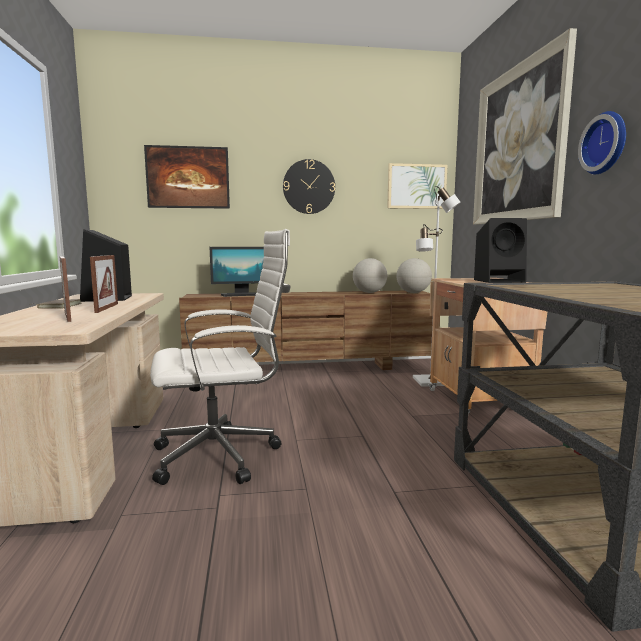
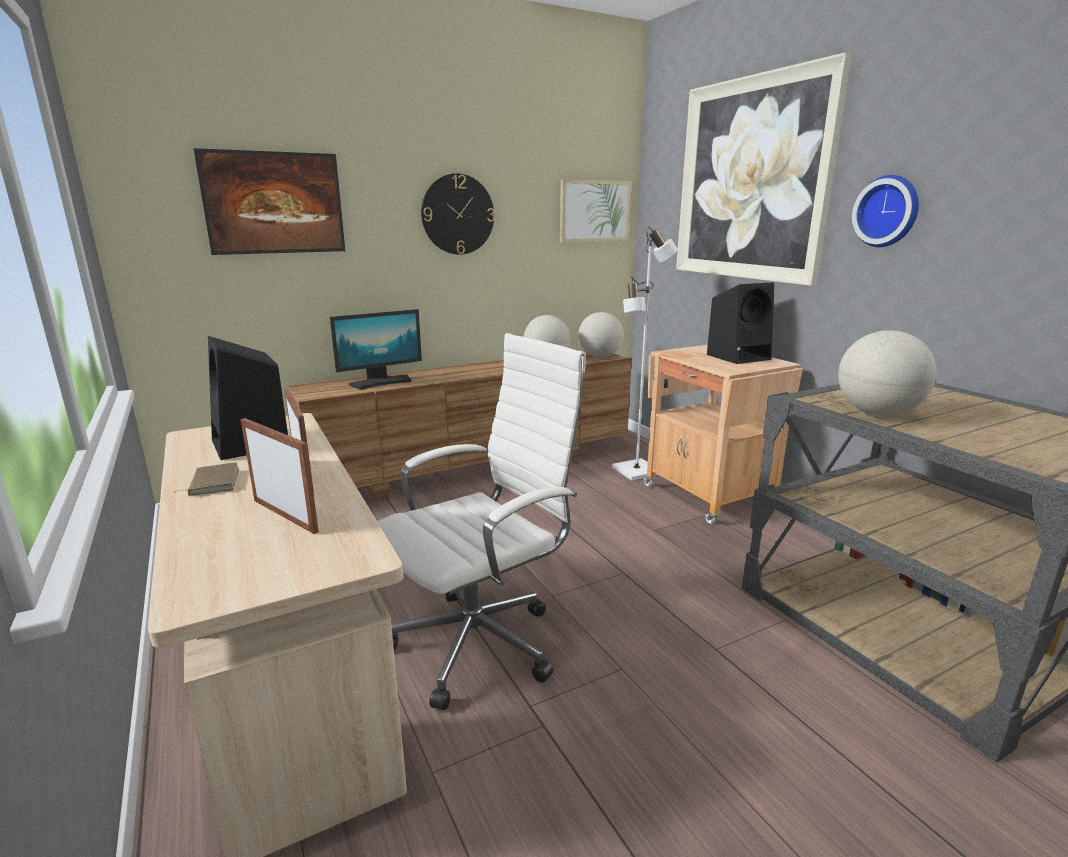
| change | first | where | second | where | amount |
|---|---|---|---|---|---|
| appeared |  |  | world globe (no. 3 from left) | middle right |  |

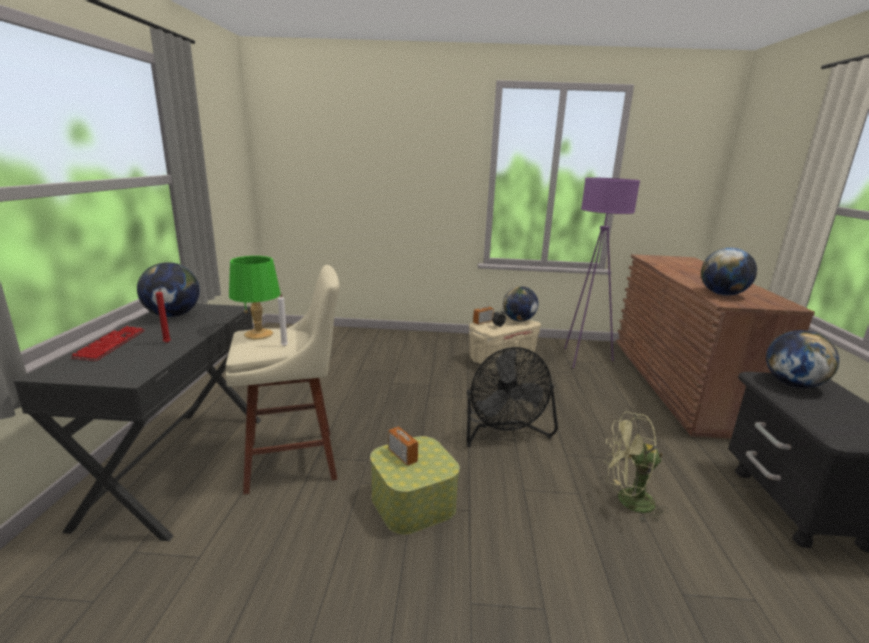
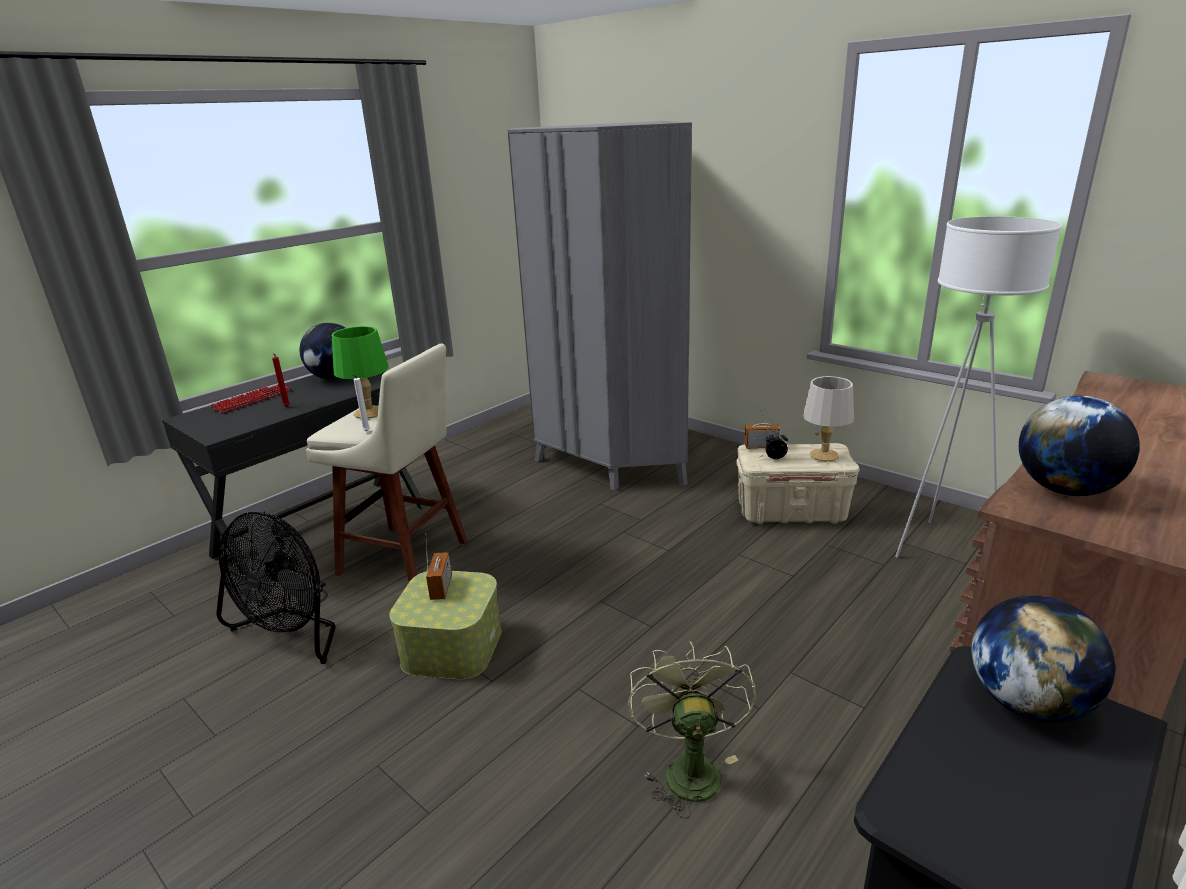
| change | first | where | second | where | amount |
|---|---|---|---|---|---|
| appeared |  |  | clothes cupboard in gray | centre |  |
| relocated | cooling fan in black | centre |  | middle left |  |
| exchanged | world globe (no. 2 from left) | centre | lamp for a table in gray | middle right |  |
| colour | standard lamp in purple | middle right | standard lamp in white | middle right |  |
| spun | cooling fan in green | bottom right |  | bottom centre | 45 degrees clockwise |

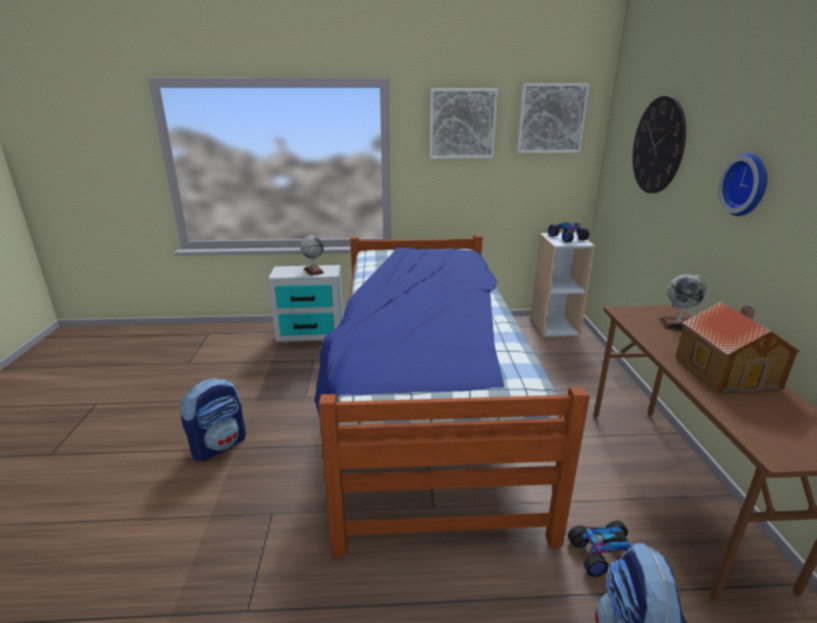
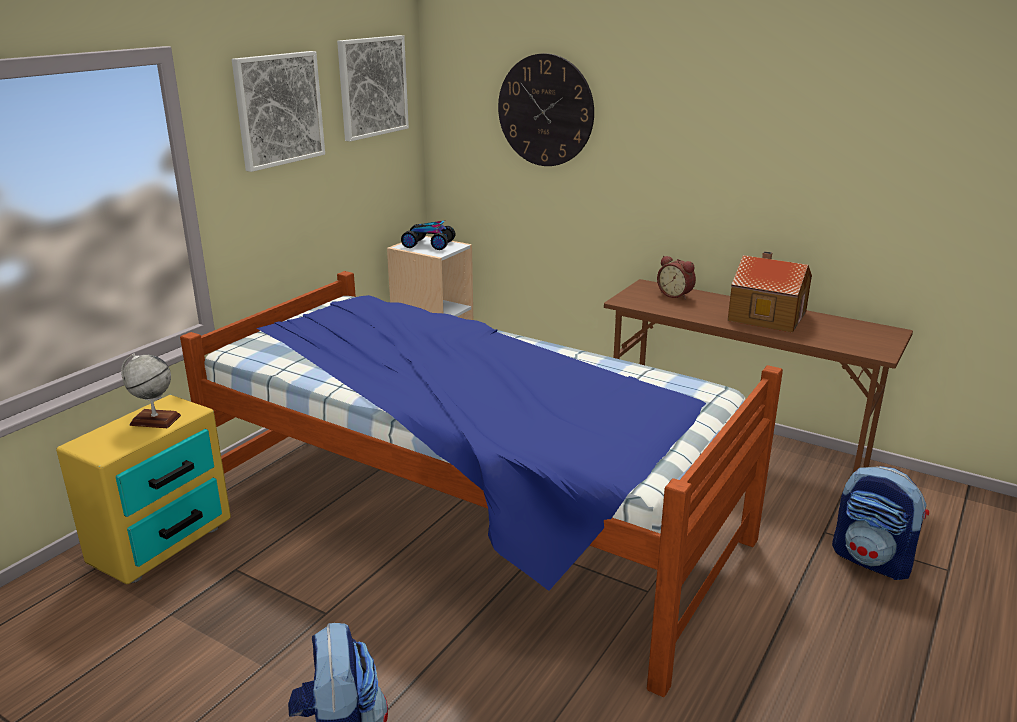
| change | first | where | second | where | amount |
|---|---|---|---|---|---|
| missing | toy car (no. 2 from left) | bottom right |  |  |  |
| missing | hanging clock (no. 2 from left) | top right |  |  |  |
| exchanged | world globe (no. 2 from left) | middle right | alarm clock | centre |  |
| colour | bedside table in white | centre | bedside table in yellowish | bottom left |  |

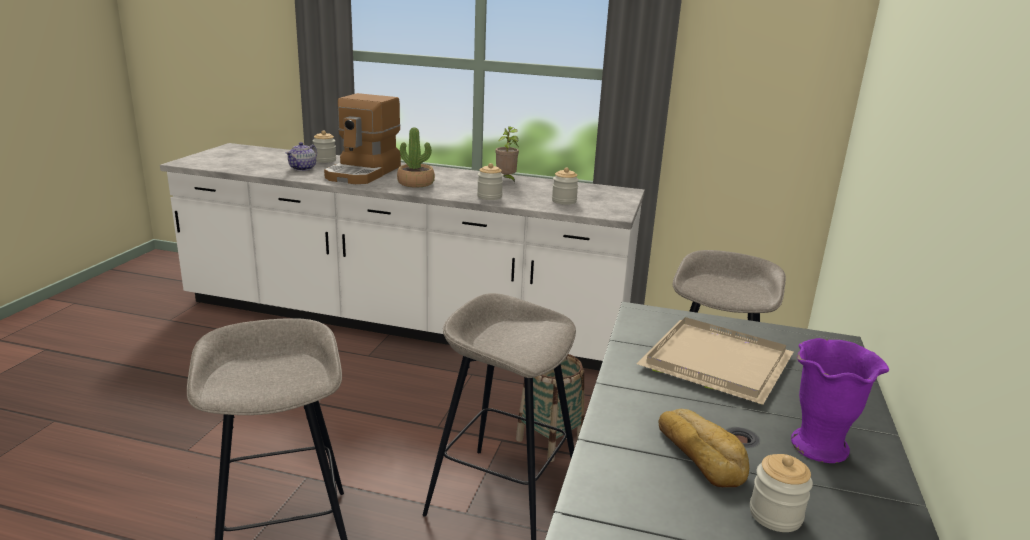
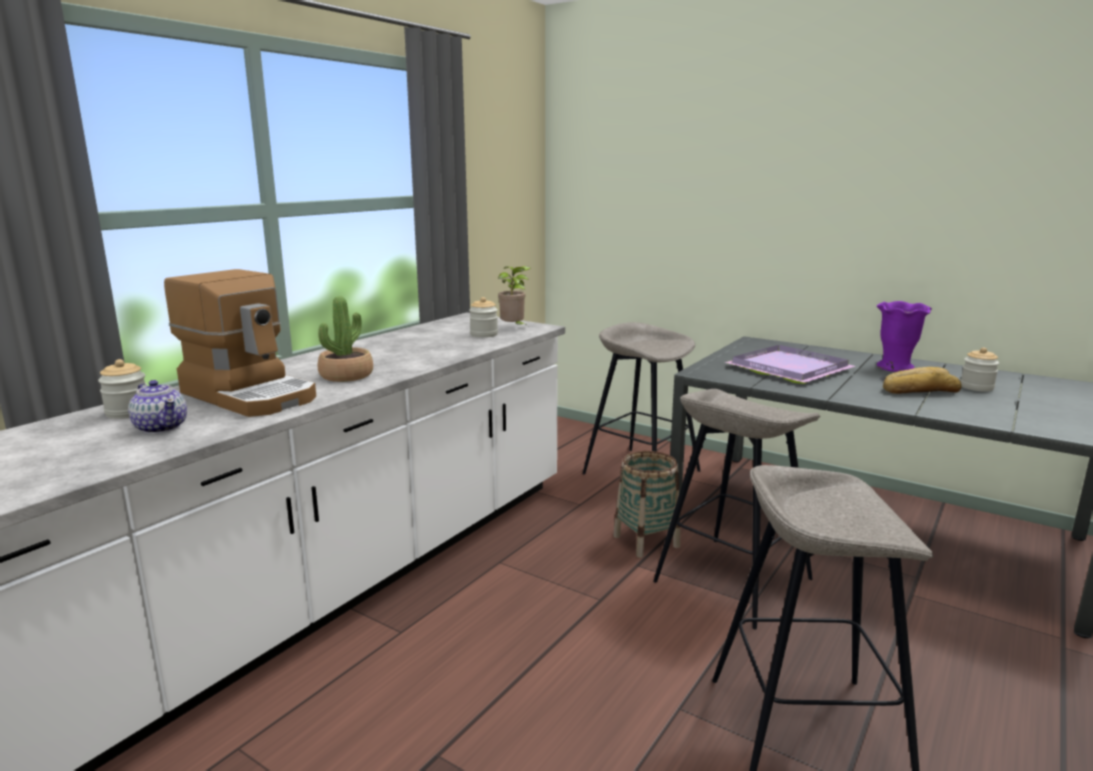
| change | first | where | second | where | amount |
|---|---|---|---|---|---|
| missing | preserve jar (no. 2 from left) | centre |  |  |  |
| relocated | potted plant (no. 2 from left) | top centre |  | centre |  |
| colour | carrying tray in beige-coloured | bottom right | carrying tray in purple | middle right |  |

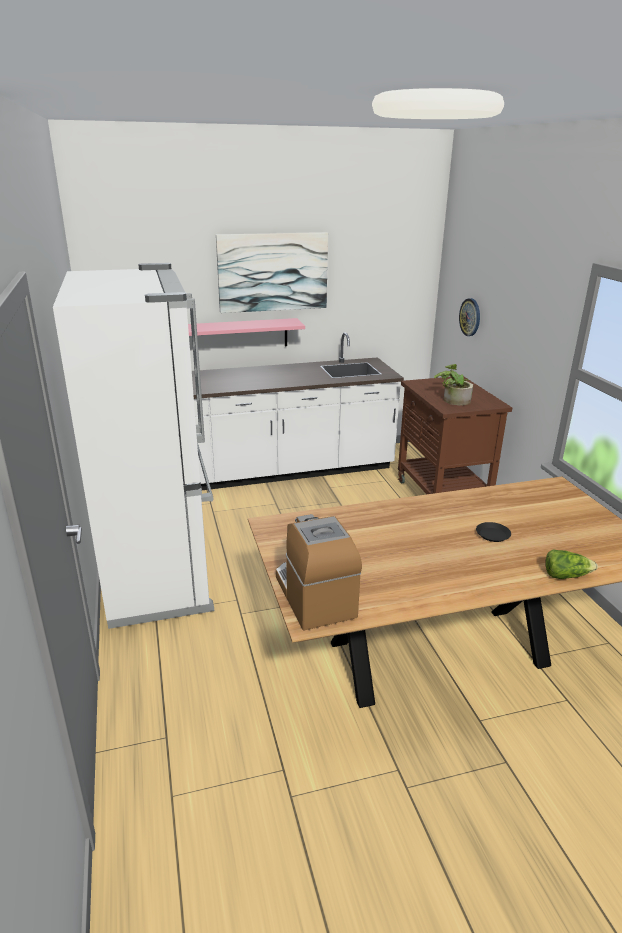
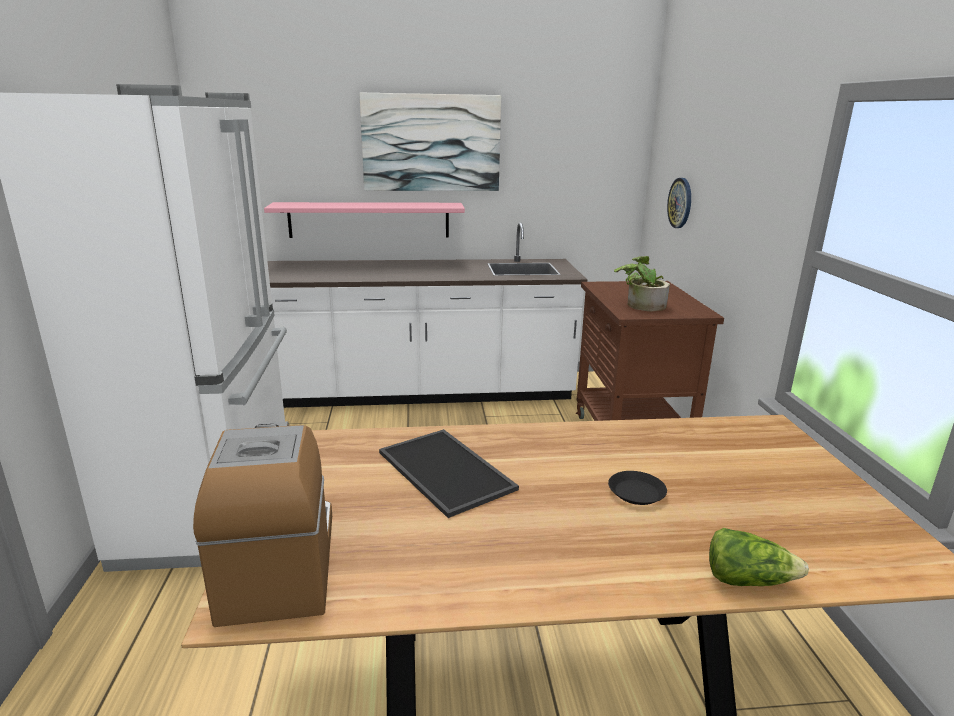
| change | first | where | second | where | amount |
|---|---|---|---|---|---|
| appeared |  |  | carrying tray | centre |  |

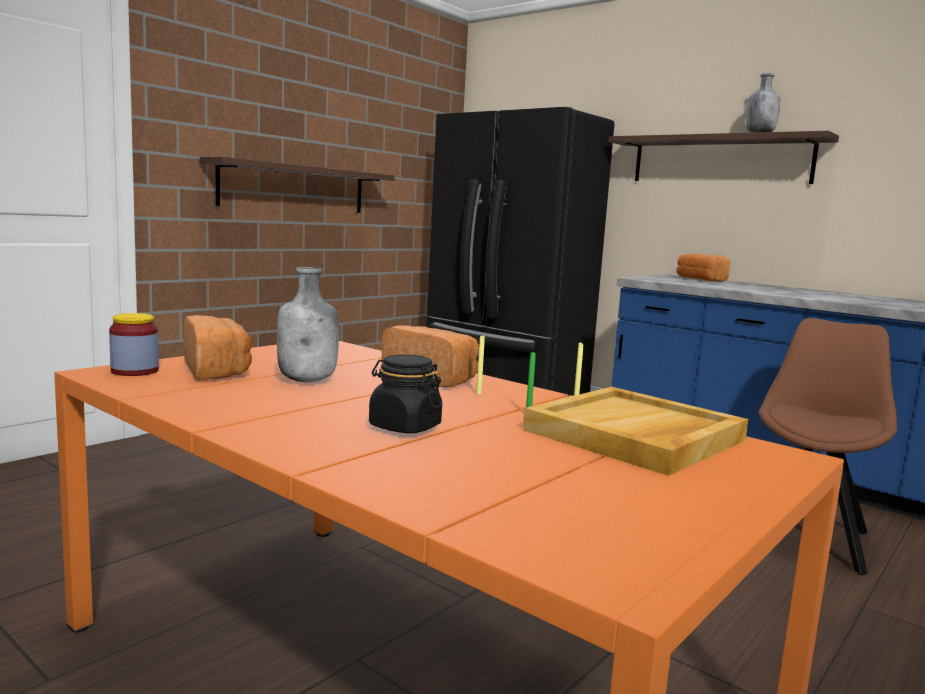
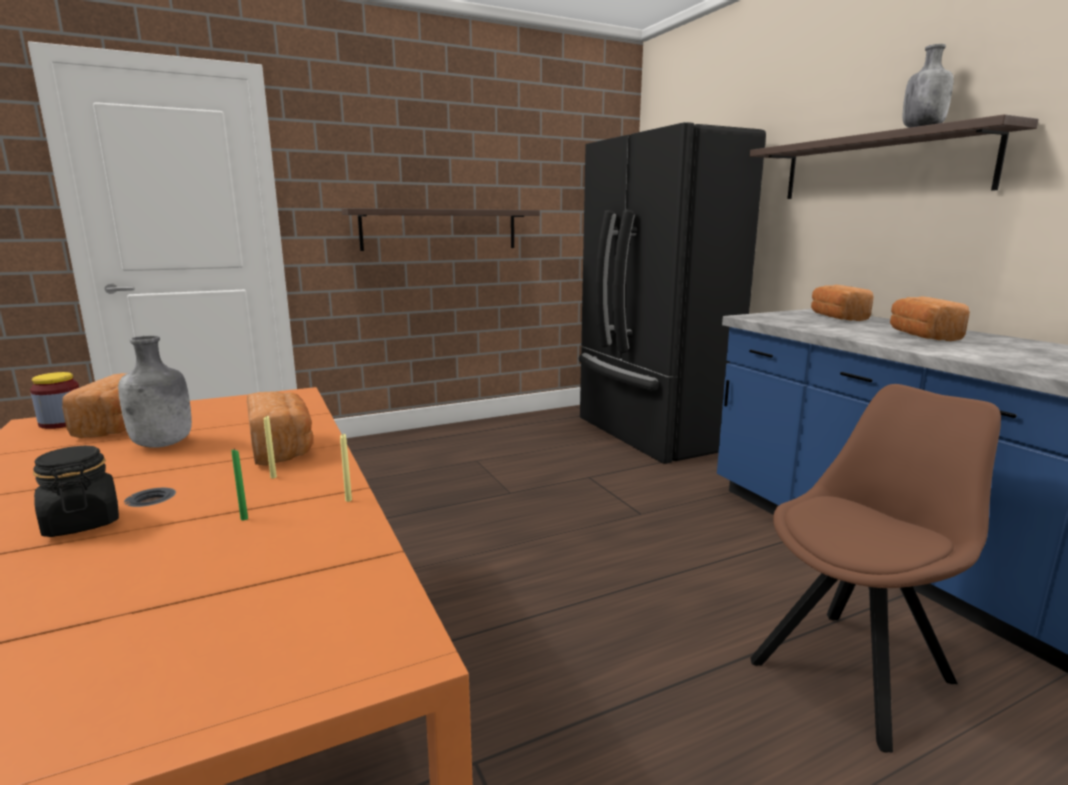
| change | first | where | second | where | amount |
|---|---|---|---|---|---|
| missing | carrying tray in beige-coloured | middle right |  |  |  |
| appeared |  |  | bread (no. 4 from left) | middle right |  |

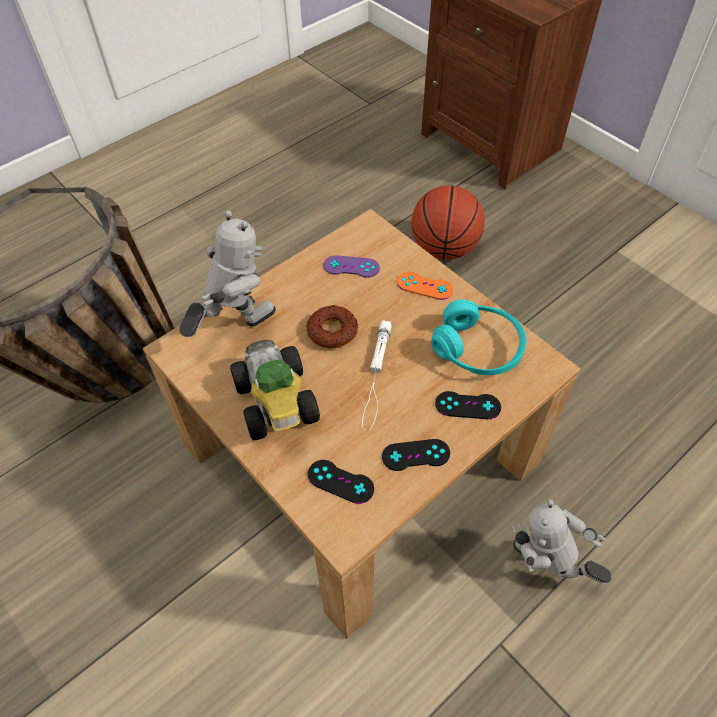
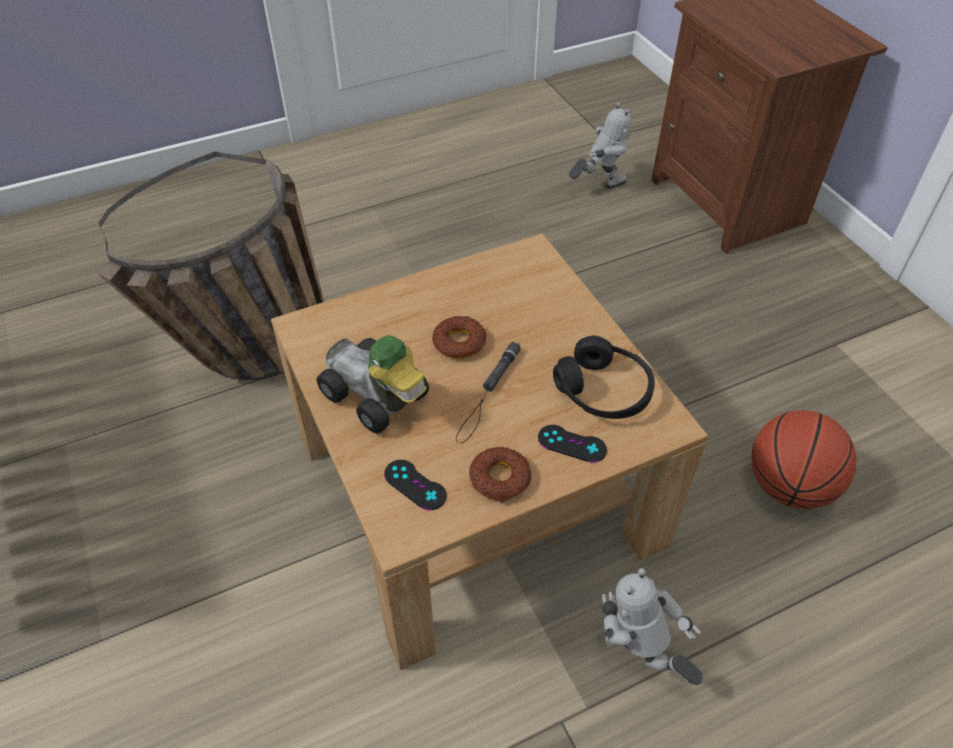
| change | first | where | second | where | amount |
|---|---|---|---|---|---|
| missing | game controller in purple | centre |  |  |  |
| missing | game controller in orangey | centre |  |  |  |
| relocated | toy robot (no. 1 from left) | middle left |  | top centre |  |
| relocated | basketball ball | top centre |  | middle right |  |
| exchanged | game controller in black (no. 2 from left) | centre | ring doughnut (no. 2 from left) | centre |  |
| colour | hand torch in white | centre | hand torch in black | centre |  |
| colour | headphones in blue-green | middle right | headphones in black | centre |  |
| spun | toy car | centre |  | centre | 45 degrees counterclockwise |

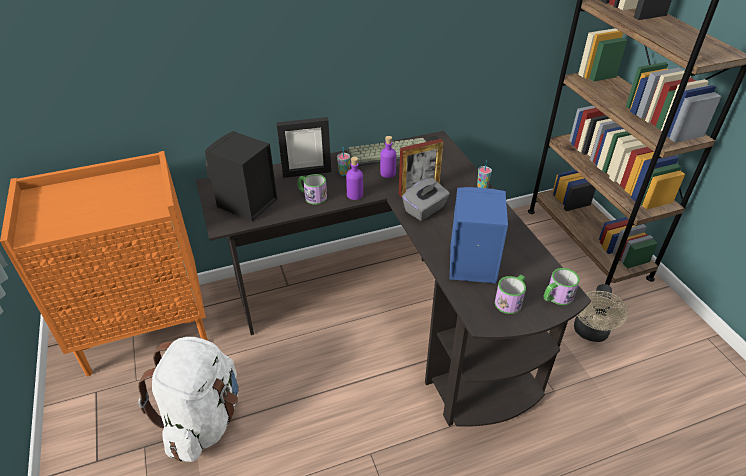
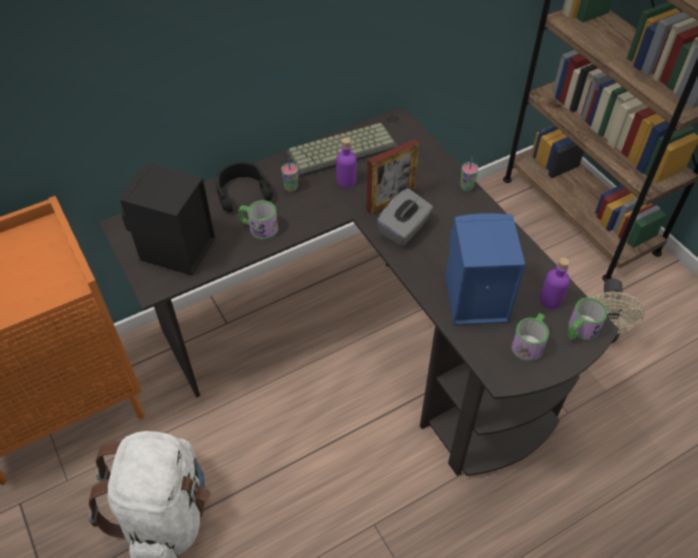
| change | first | where | second | where | amount |
|---|---|---|---|---|---|
| relocated | bottle in purple (no. 1 from left in the first image) | centre | bottle in purple (no. 2 from left) | middle right |  |
| exchanged | photo frame (no. 1 from left) | top centre | headphones in black | centre |  |

